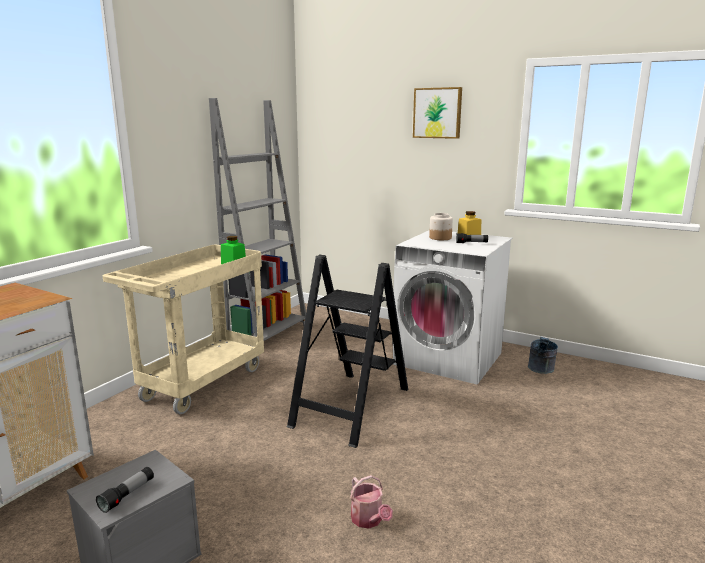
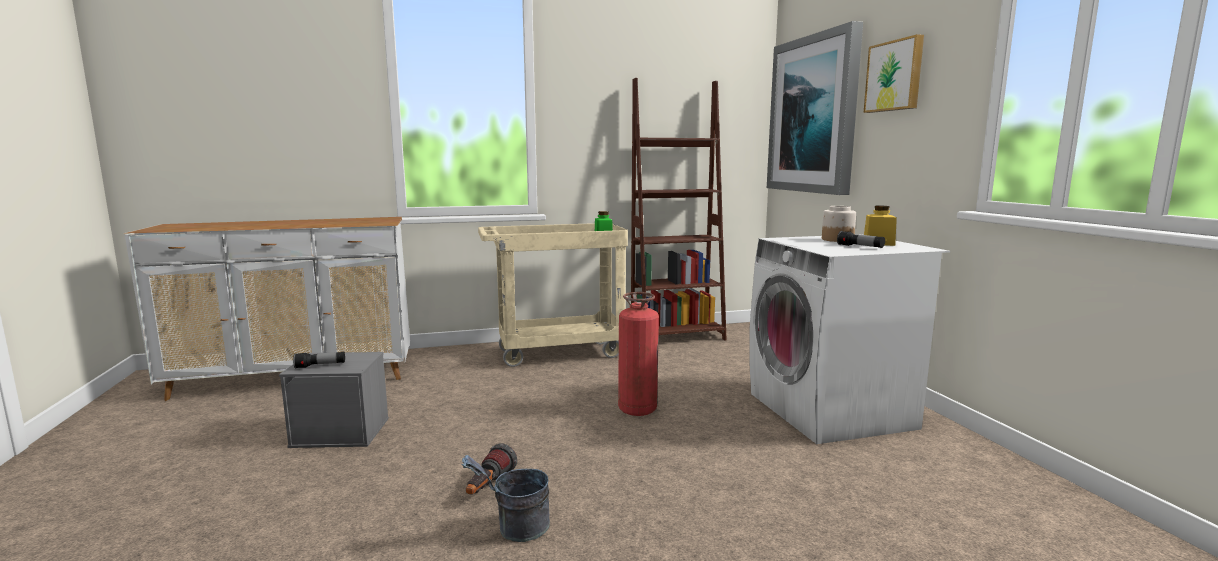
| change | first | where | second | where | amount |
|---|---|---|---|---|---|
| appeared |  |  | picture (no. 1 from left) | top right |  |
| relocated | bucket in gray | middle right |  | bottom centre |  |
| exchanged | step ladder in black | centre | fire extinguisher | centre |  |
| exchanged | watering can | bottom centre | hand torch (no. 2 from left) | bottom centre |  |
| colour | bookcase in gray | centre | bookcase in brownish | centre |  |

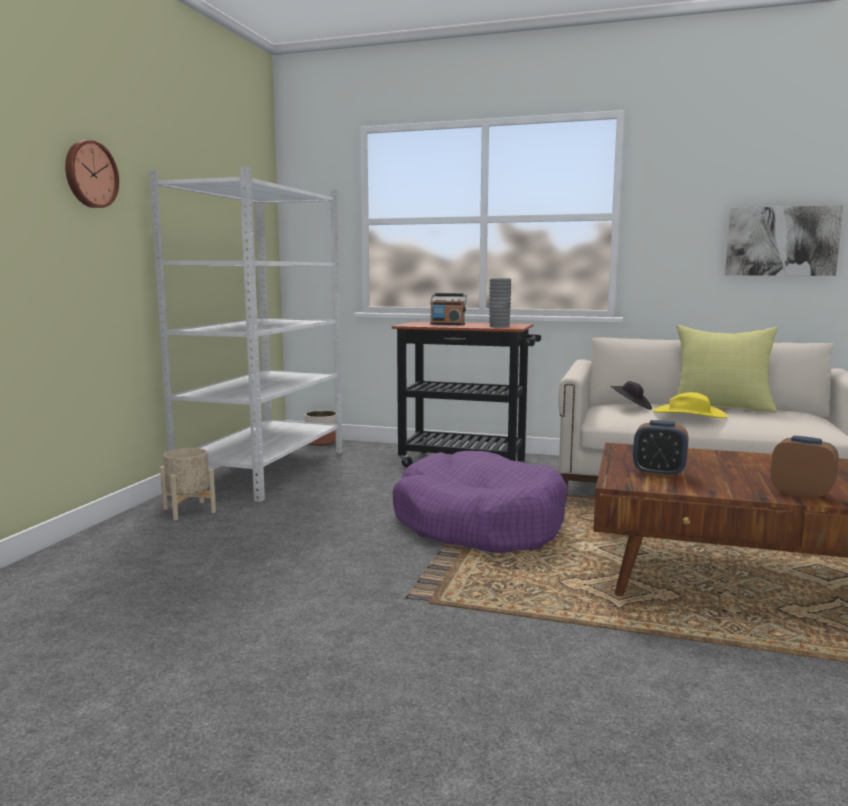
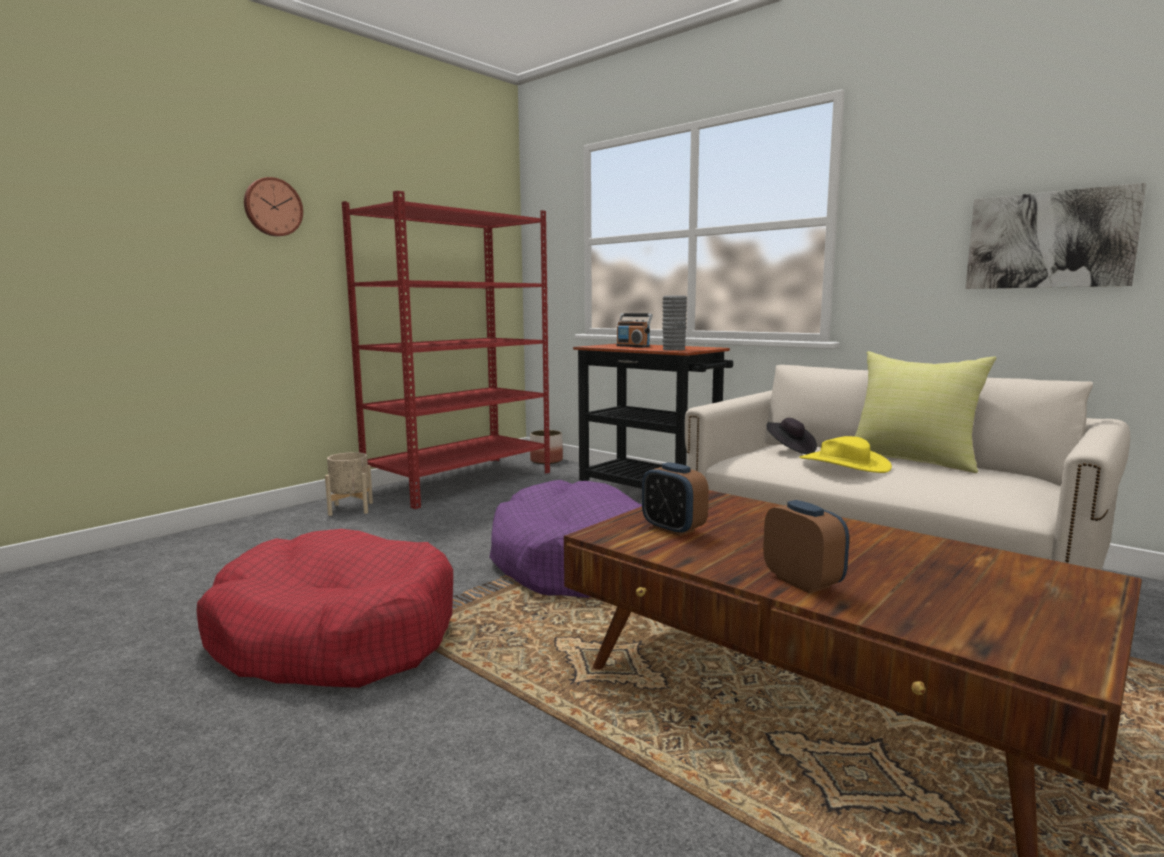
| change | first | where | second | where | amount |
|---|---|---|---|---|---|
| appeared |  |  | dog cushion in red | bottom left |  |
| colour | bookcase in white | middle left | bookcase in red | centre |  |

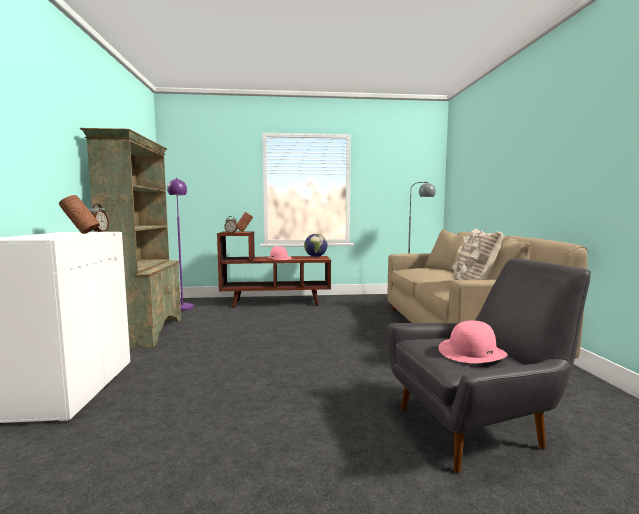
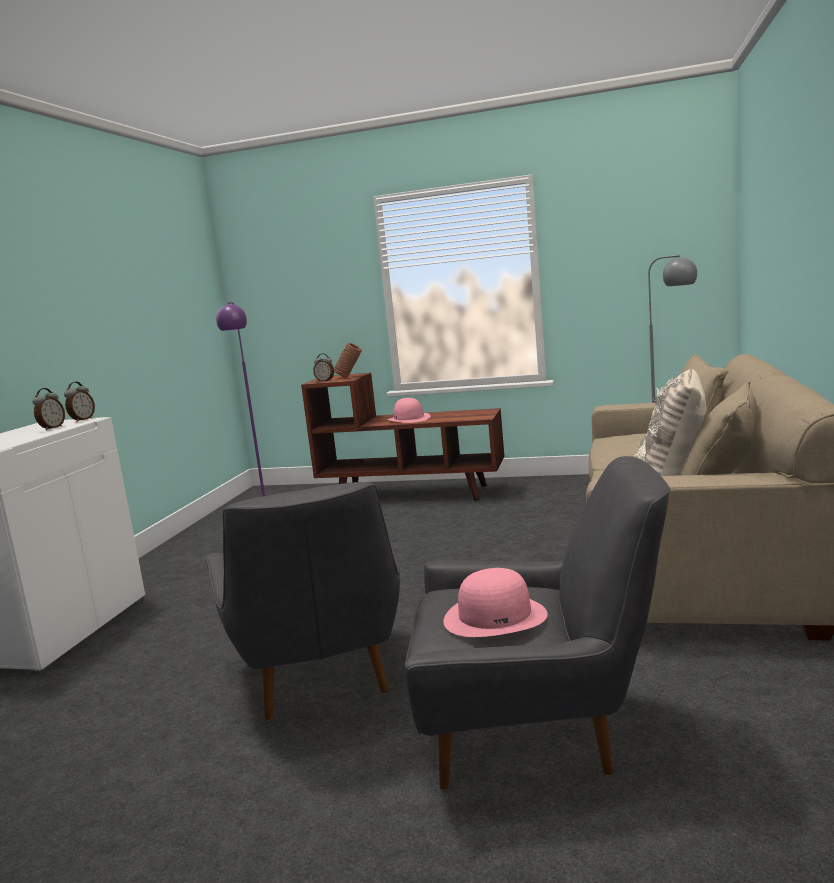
| change | first | where | second | where | amount |
|---|---|---|---|---|---|
| missing | bookcase in green | middle left |  |  |  |
| missing | world globe | centre |  |  |  |
| appeared |  |  | lounge chair in gray (no. 1 from left) | bottom centre |  |
| exchanged | decorative vase in brownish (no. 1 from left) | middle left | alarm clock (no. 1 from left) | middle left |  |

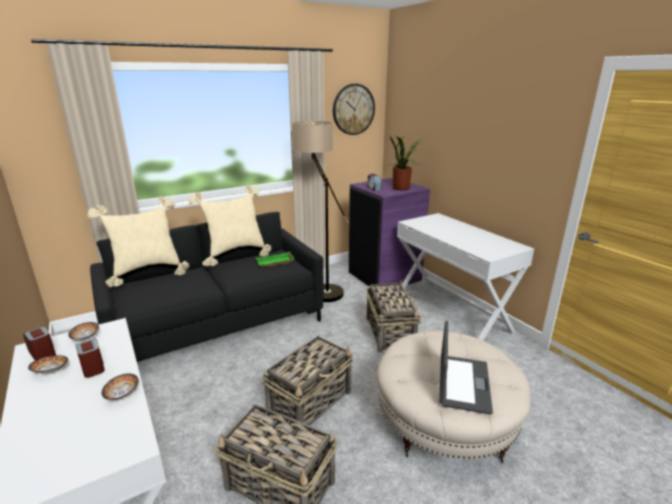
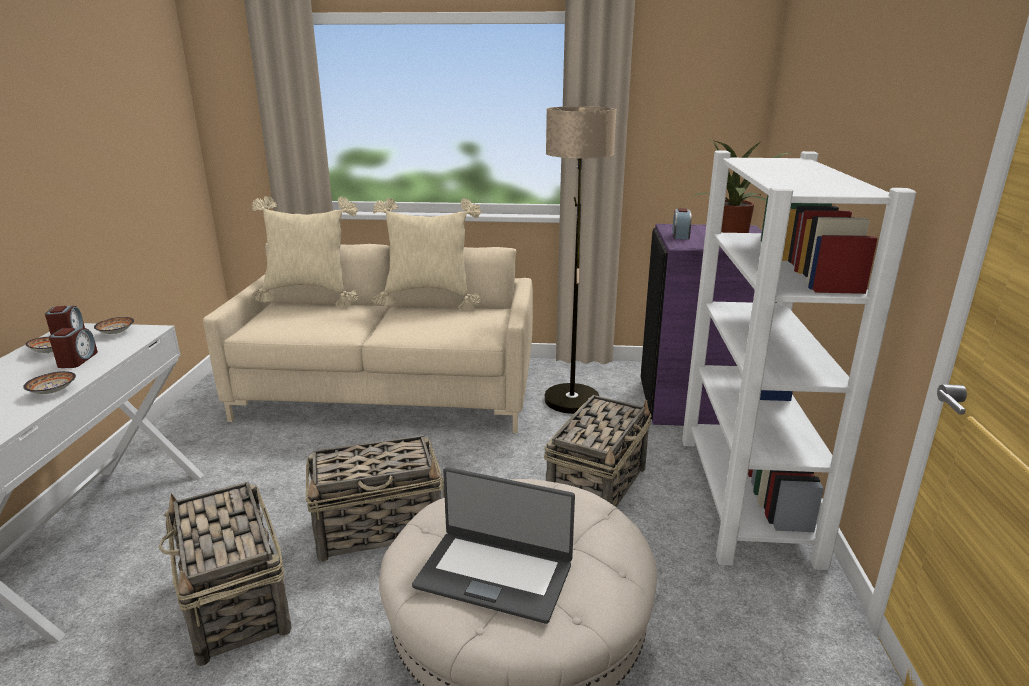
| change | first | where | second | where | amount |
|---|---|---|---|---|---|
| missing | carrying tray in green | centre |  |  |  |
| missing | hanging clock | top centre |  |  |  |
| exchanged | hall table in white (no. 2 from left) | middle right | bookcase in white | middle right |  |
| colour | sofa in black | middle left | sofa in beige-coloured | centre |  |
| spun | laptop | bottom right |  | bottom centre | 60 degrees clockwise |

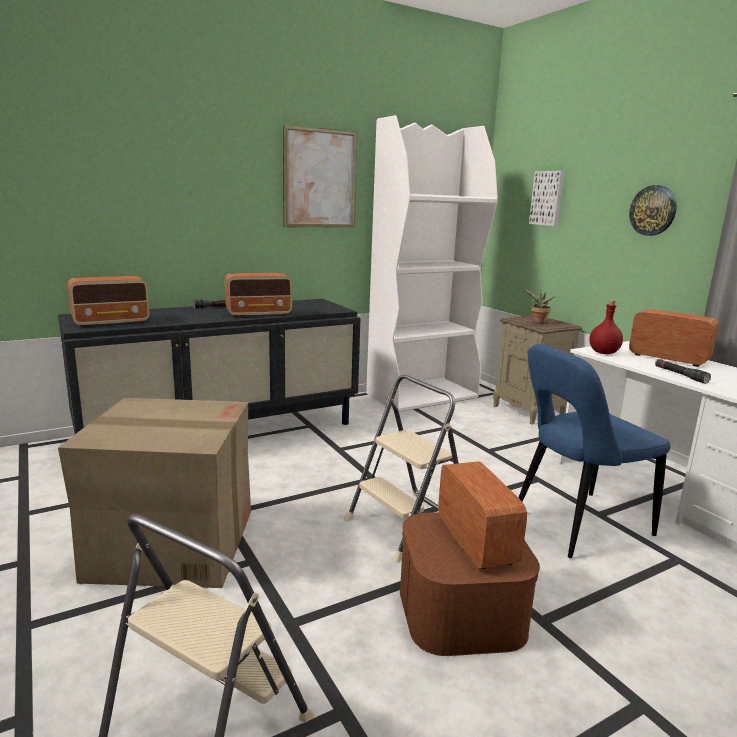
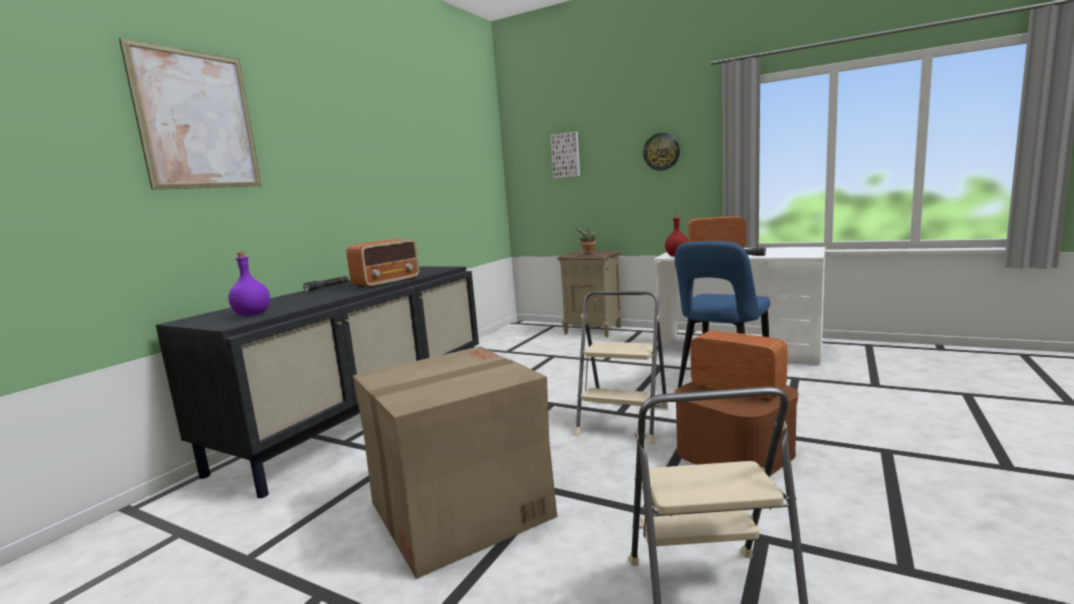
| change | first | where | second | where | amount |
|---|---|---|---|---|---|
| missing | bookcase in white | centre |  |  |  |
| relocated | picture (no. 1 from left) | top centre |  | top left |  |
| exchanged | radio receiver (no. 1 from left) | middle left | bottle in purple | middle left |  |

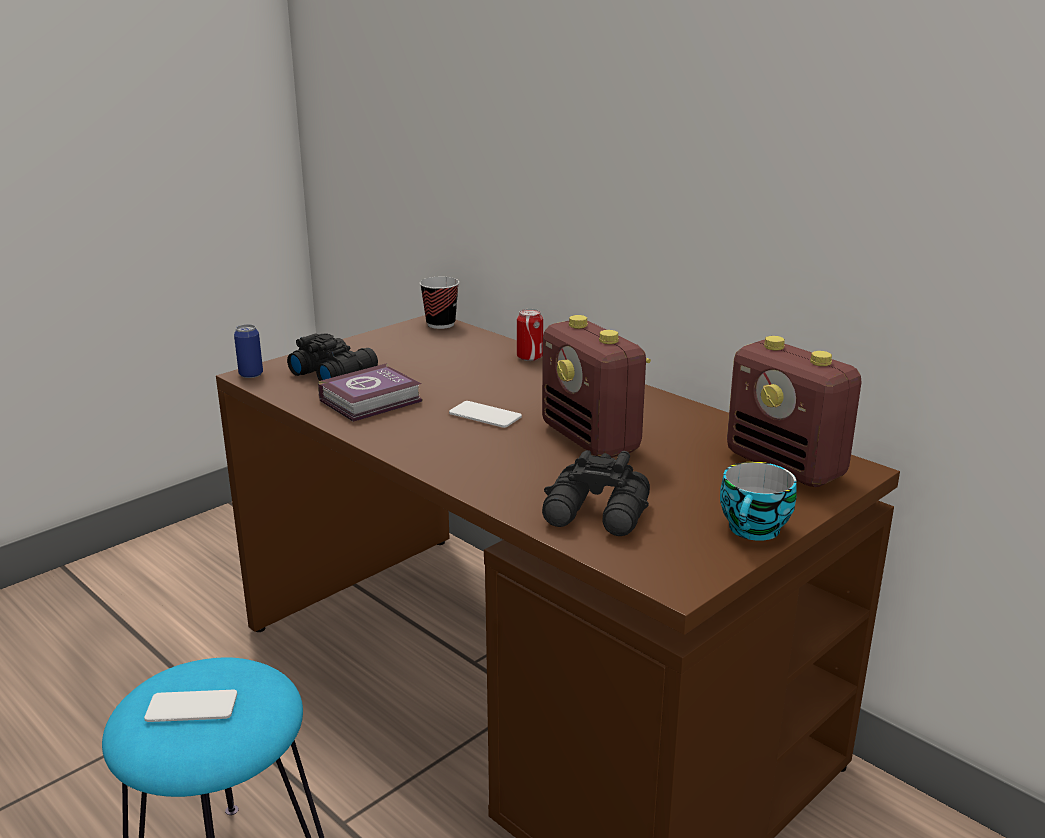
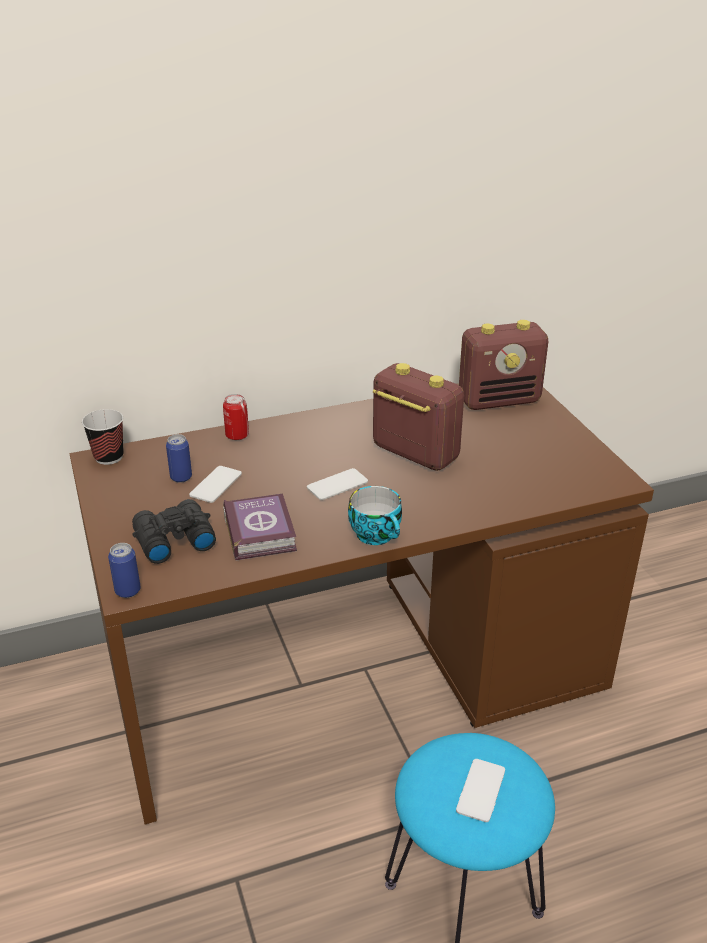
| change | first | where | second | where | amount |
|---|---|---|---|---|---|
| missing | binoculars in black (no. 2 from left) | centre |  |  |  |
| appeared |  |  | can (no. 2 from left) | middle left |  |
| appeared |  |  | phone (no. 1 from left) | middle left |  |
| relocated | cup (no. 2 from left) | middle right |  | centre |  |
| spun | radio receiver (no. 1 from left) | centre |  | centre | 135 degrees counterclockwise |

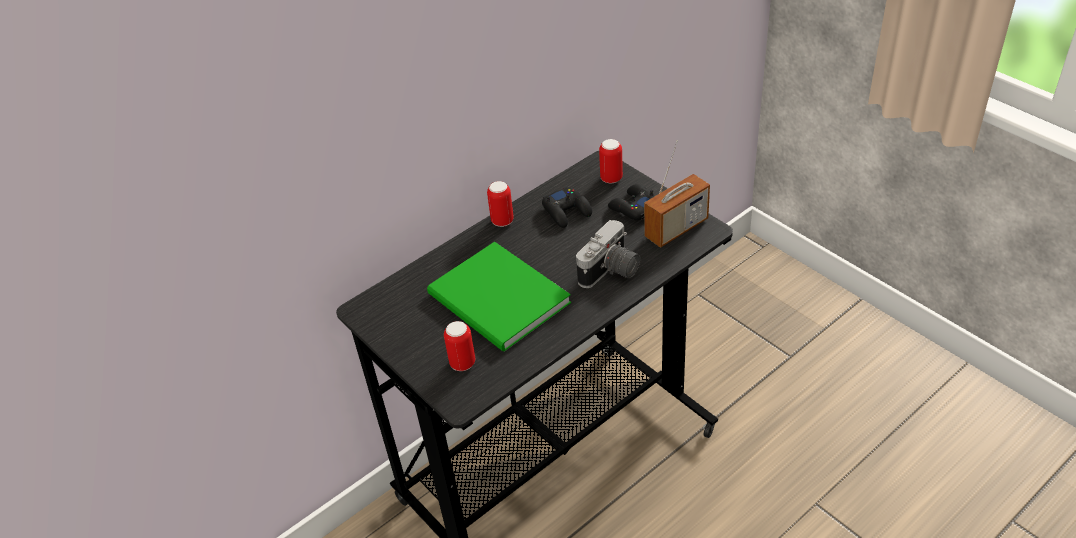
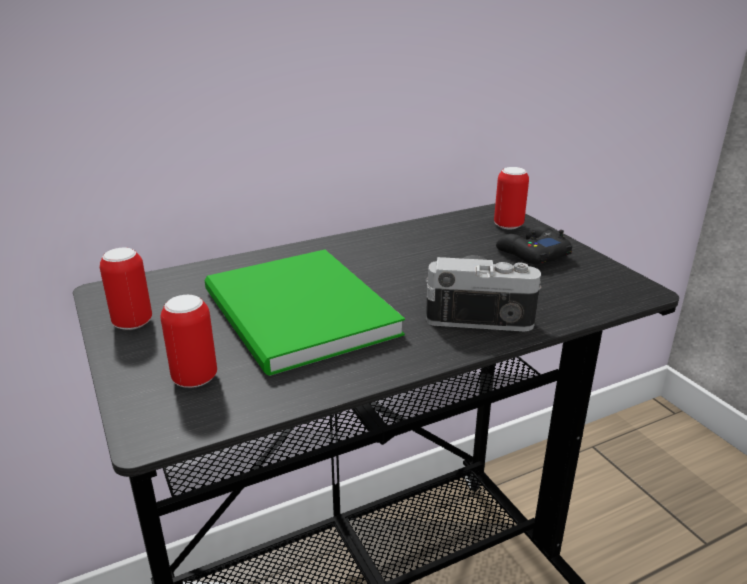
| change | first | where | second | where | amount |
|---|---|---|---|---|---|
| missing | game controller in black (no. 1 from left) | centre |  |  |  |
| missing | radio receiver | centre |  |  |  |
| relocated | can (no. 2 from left in the first image) | centre | can (no. 1 from left) | middle left |  |
| spun | still camera | centre |  | centre | 135 degrees counterclockwise |

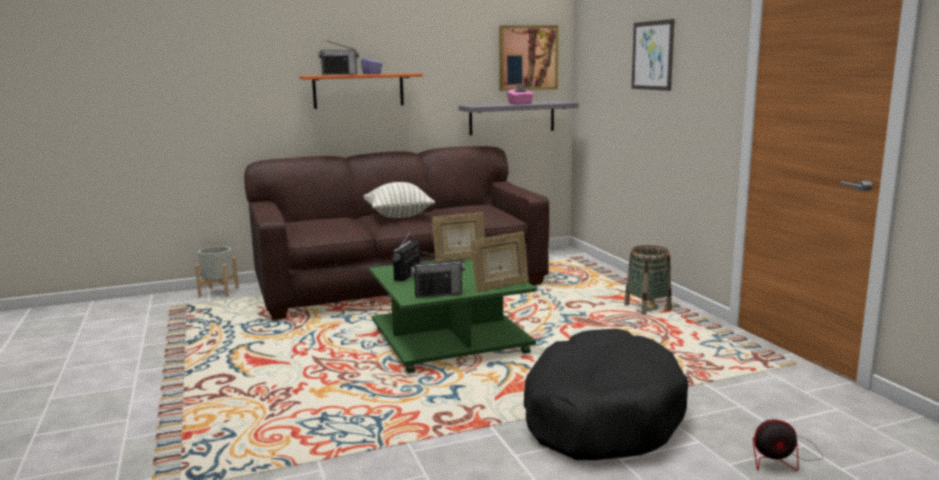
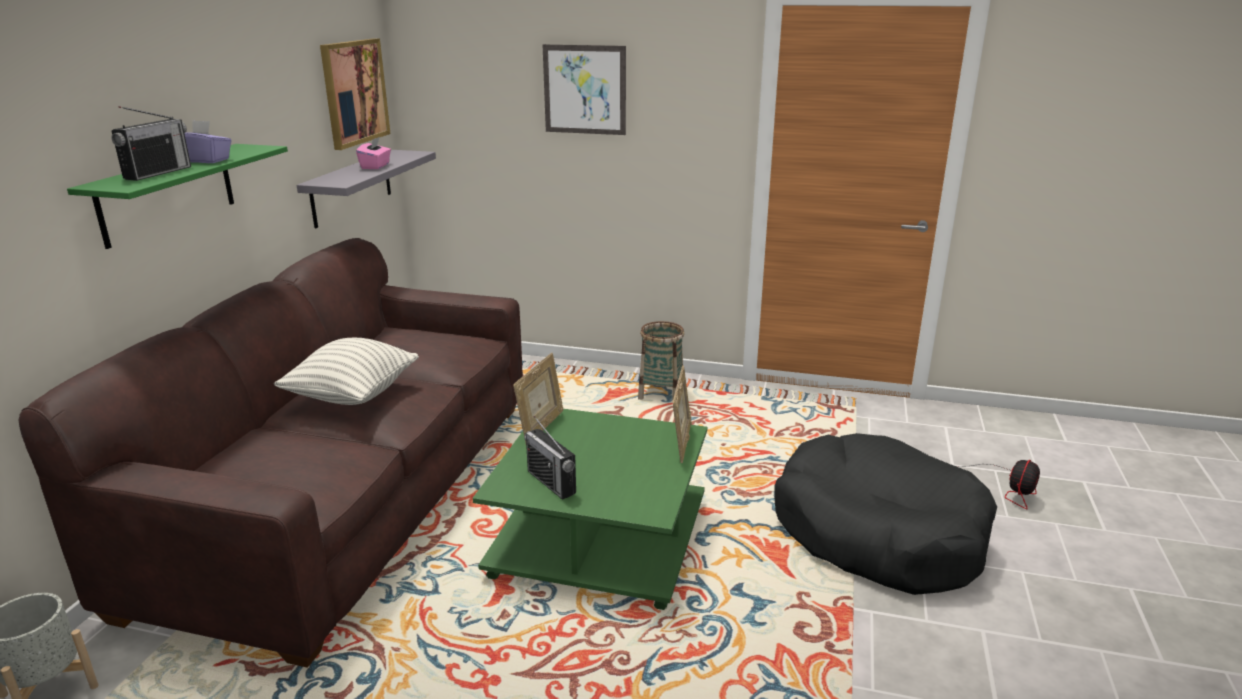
| change | first | where | second | where | amount |
|---|---|---|---|---|---|
| missing | radio receiver (no. 3 from left) | centre |  |  |  |
| colour | bracket shelf in orangey | top centre | bracket shelf in green | top left |  |

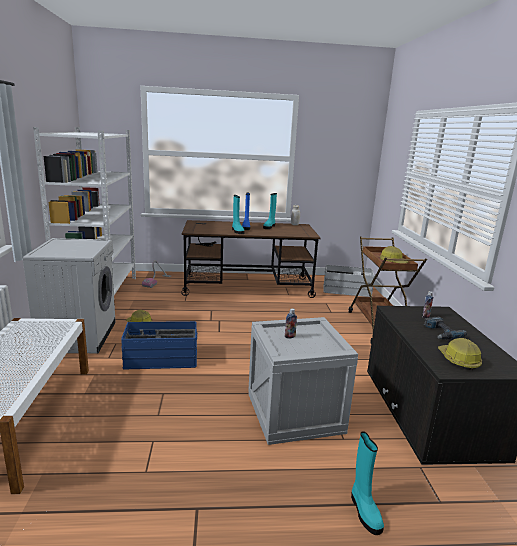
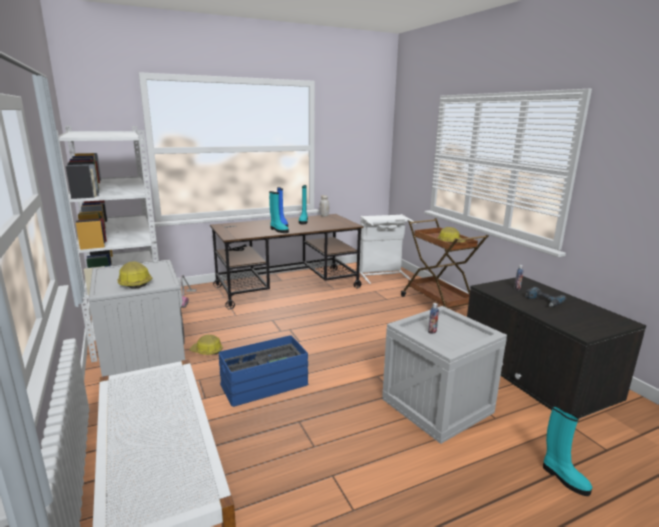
| change | first | where | second | where | amount |
|---|---|---|---|---|---|
| relocated | work helmet (no. 3 from left in the first image) | middle right | work helmet (no. 1 from left) | middle left |  |
| exchanged | storage box in gray | middle right | washing basket in white | centre |  |

